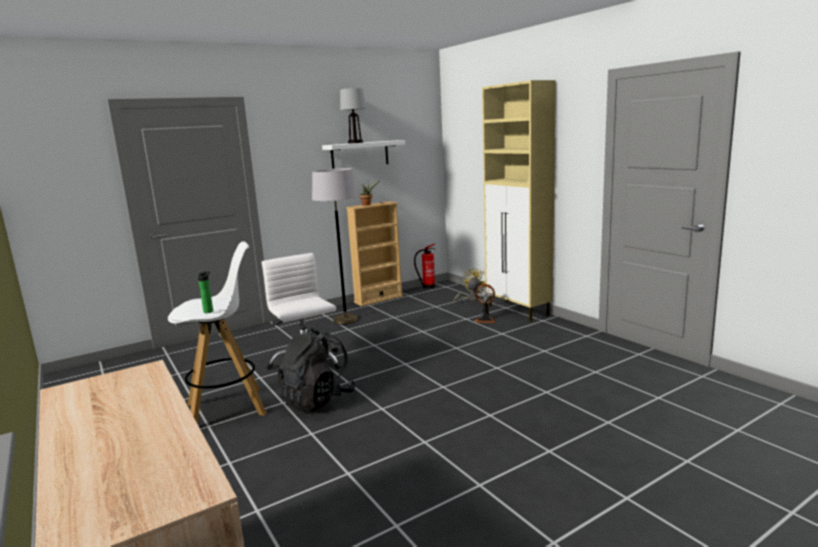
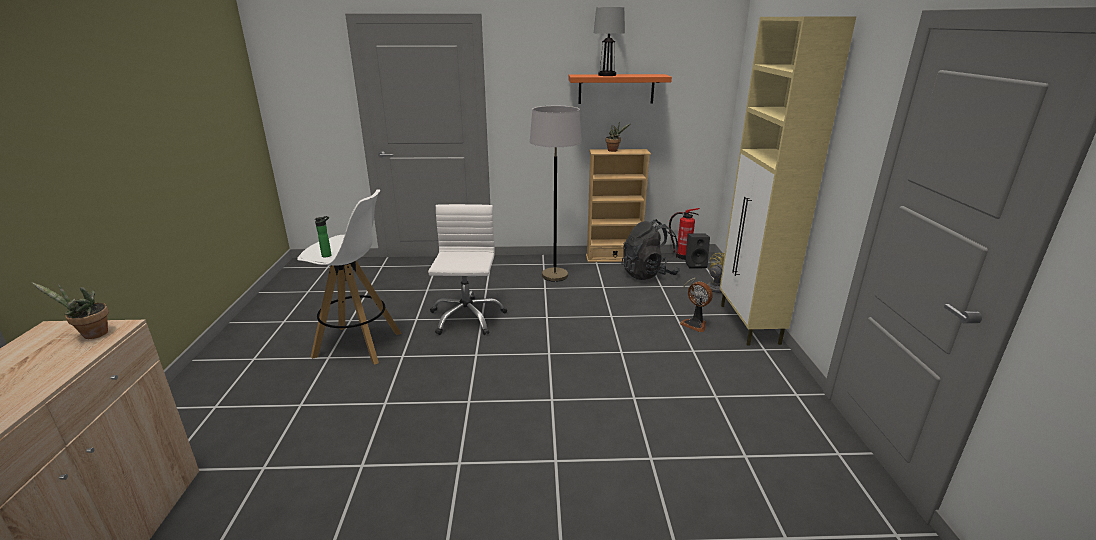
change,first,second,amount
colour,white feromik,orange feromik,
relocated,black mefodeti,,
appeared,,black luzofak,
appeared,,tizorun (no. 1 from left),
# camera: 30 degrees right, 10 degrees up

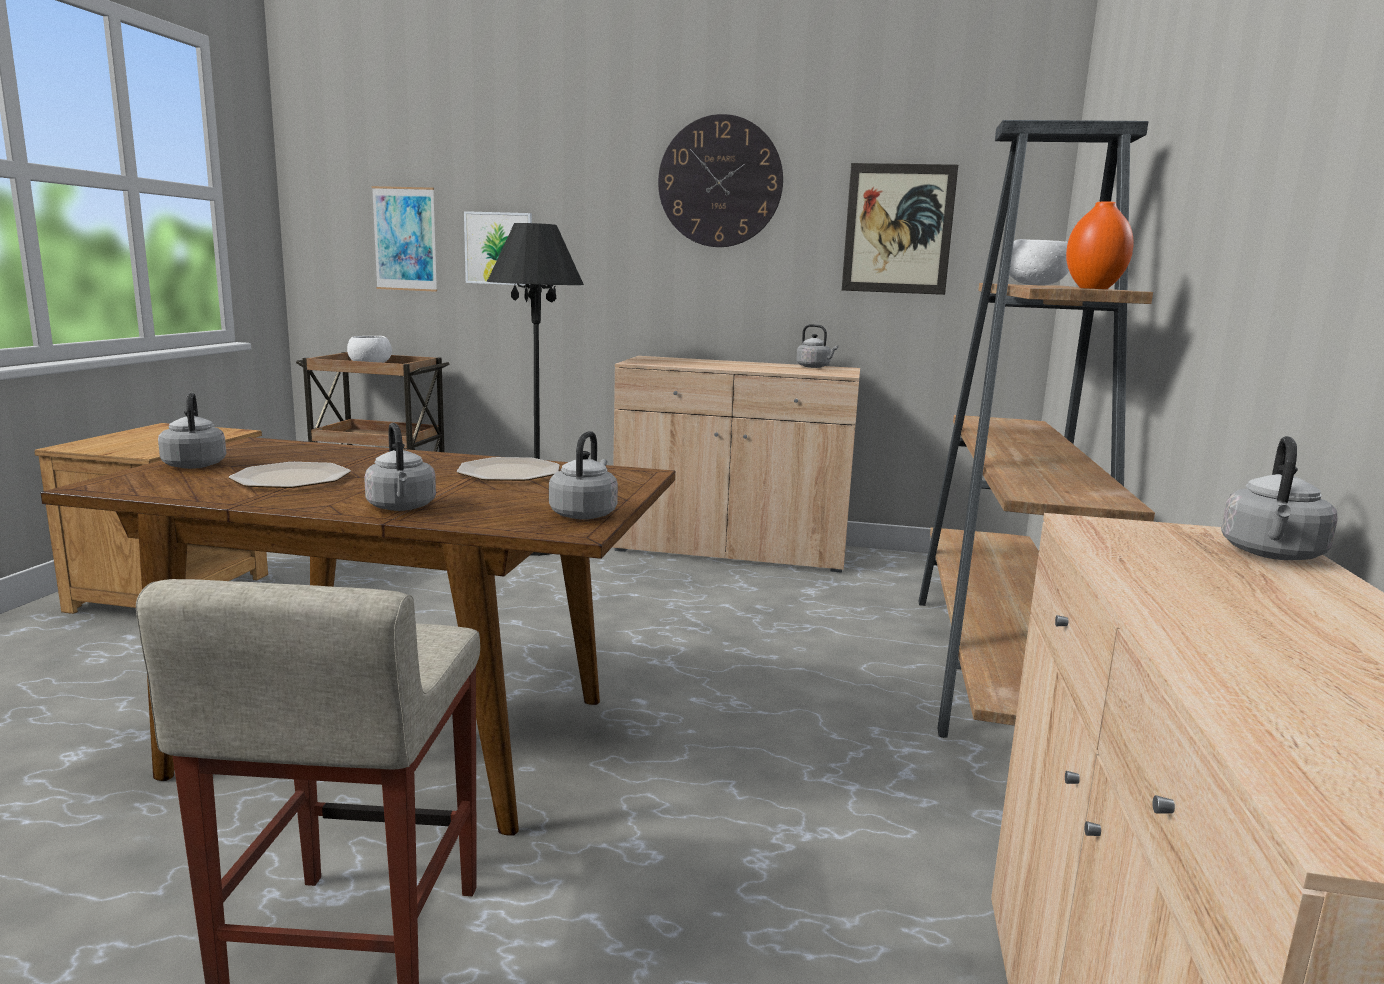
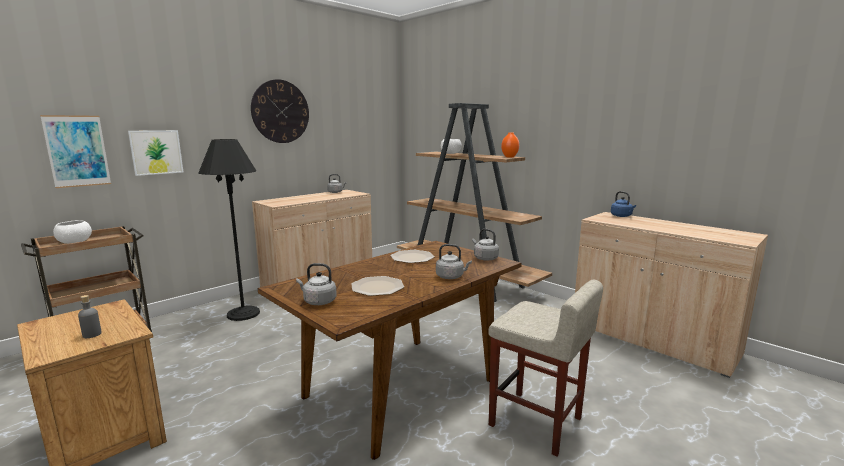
change,first,second,amount
missing,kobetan (no. 3 from left),,
colour,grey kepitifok (no. 5 from left),blue kepitifok,
appeared,,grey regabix,
# camera: 55 degrees left, 0 degrees up

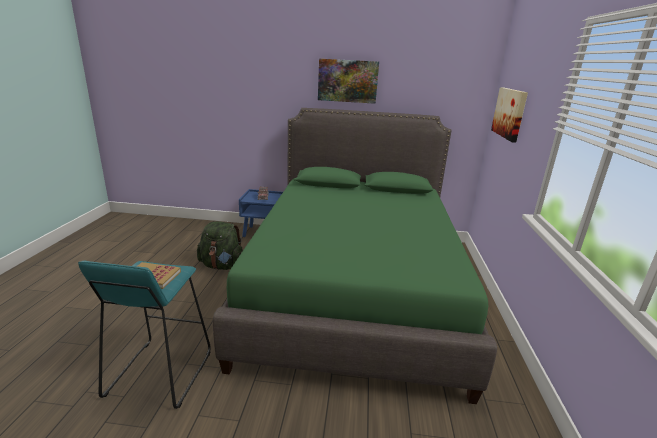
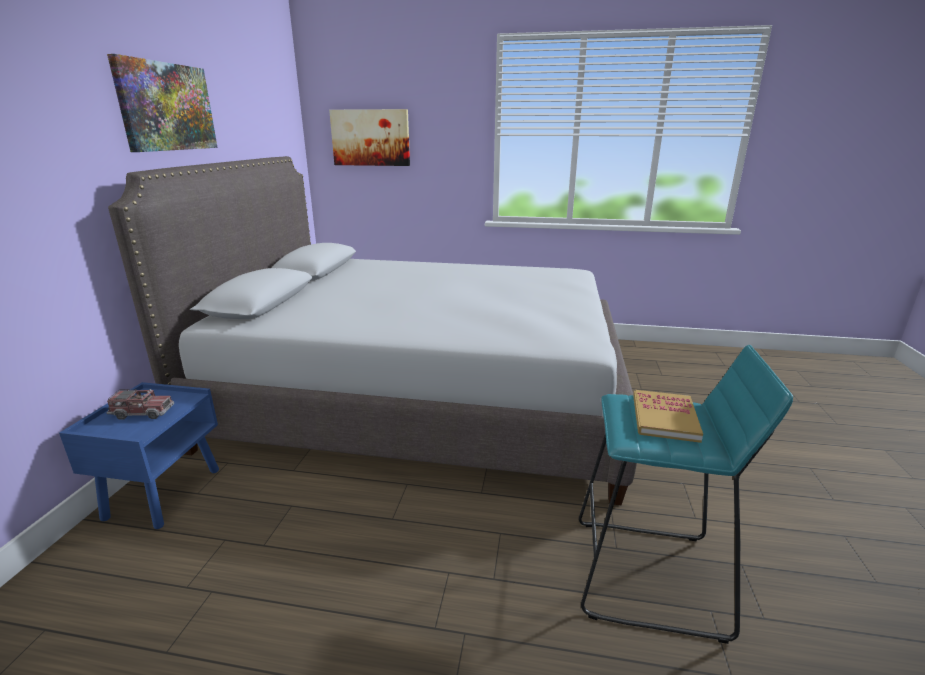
change,first,second,amount
colour,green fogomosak,grey fogomosak,
missing,green mefodeti,,
# camera: 85 degrees left, 0 degrees up

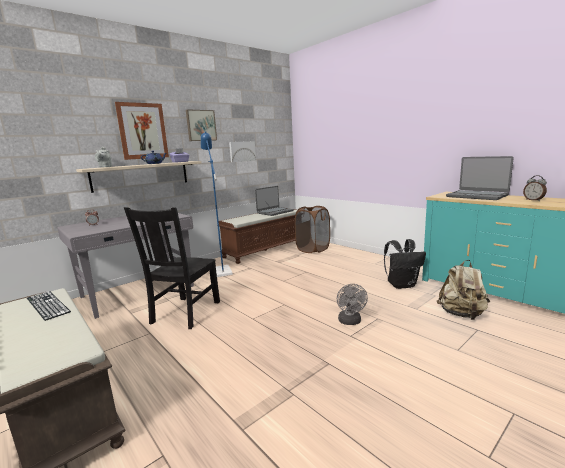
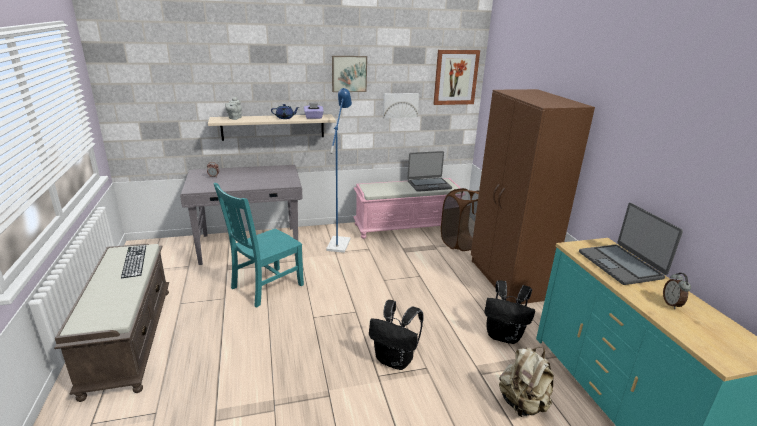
change,first,second,amount
relocated,kobetan (no. 1 from left in the first image),kobetan (no. 3 from left),
colour,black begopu,turquoise begopu,
colour,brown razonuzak (no. 2 from left),pink razonuzak,
exchanged,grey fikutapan,black mefodeti (no. 1 from left),
appeared,,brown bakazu,
# camera: 25 degrees right, 10 degrees up

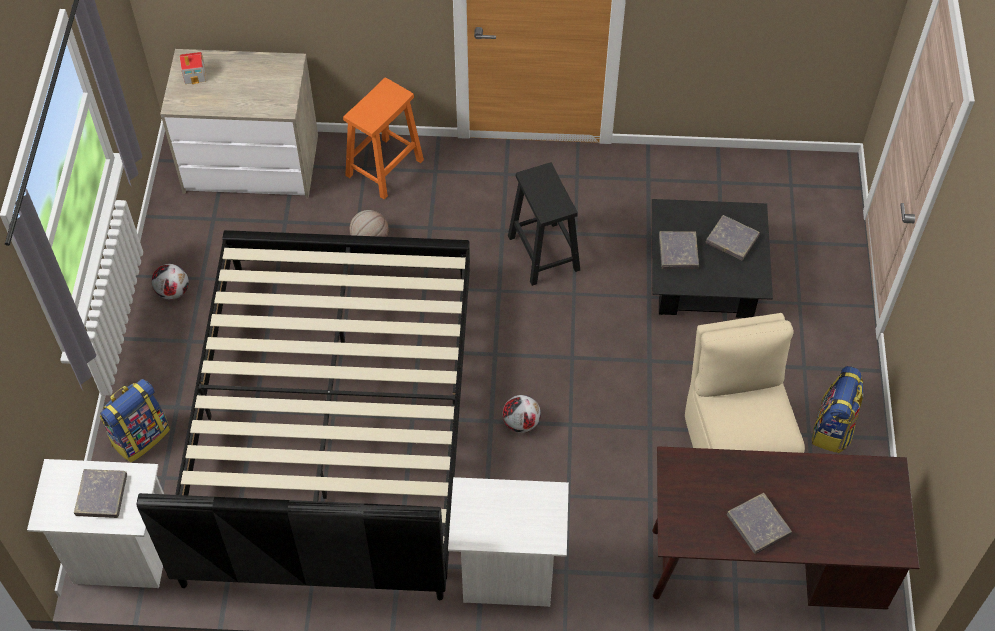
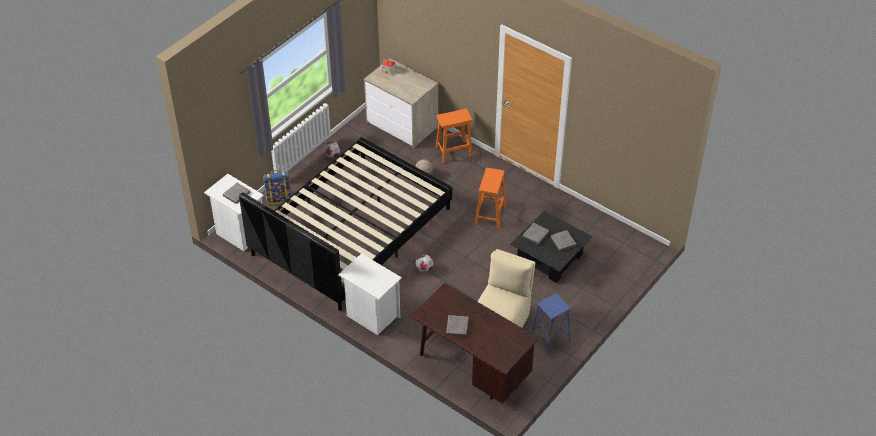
change,first,second,amount
colour,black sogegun,orange sogegun (no. 2 from left),
exchanged,mefodeti (no. 2 from left),blue sogegun,
# camera: 35 degrees right, 10 degrees down

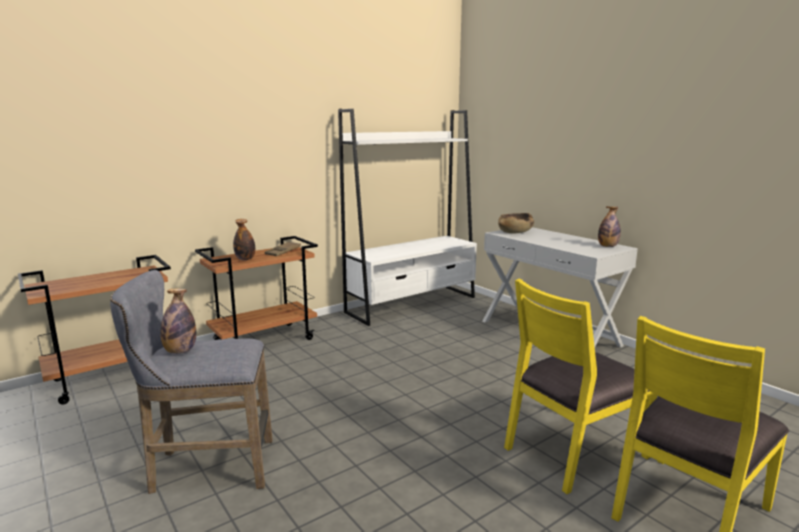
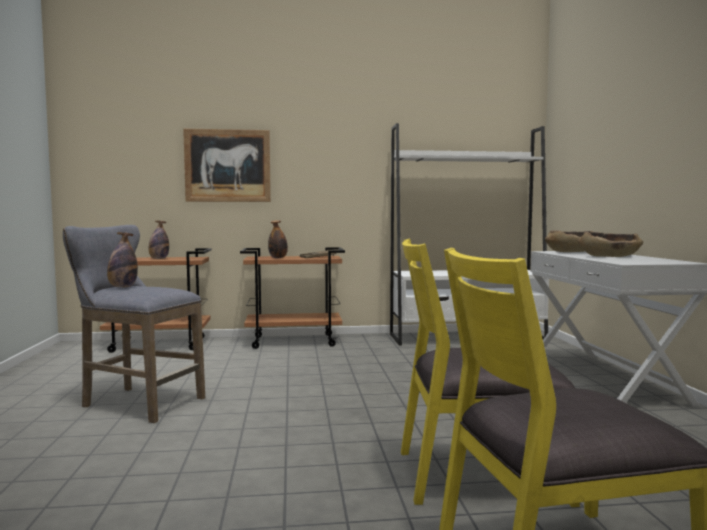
change,first,second,amount
relocated,regabix (no. 3 from left in the first image),regabix (no. 2 from left),
appeared,,kobetan,
appeared,,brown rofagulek (no. 2 from left),
# camera: 30 degrees right, 10 degrees down

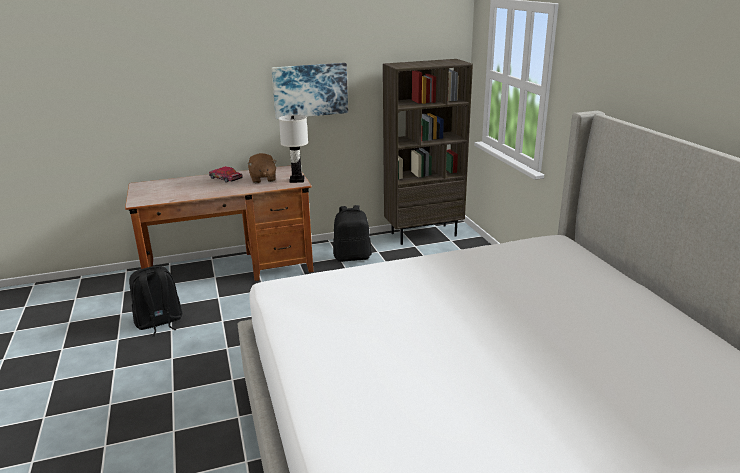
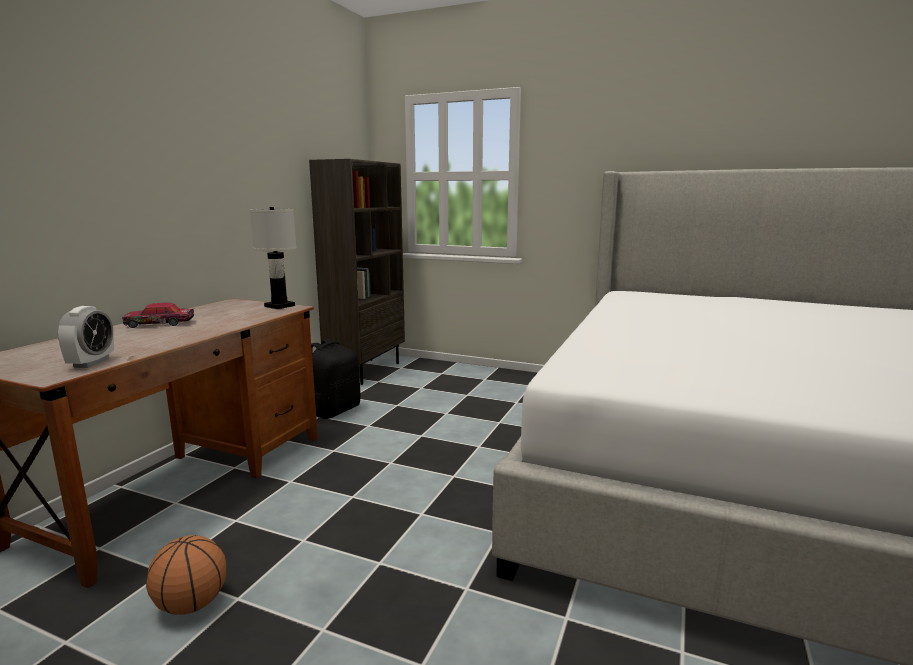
change,first,second,amount
missing,kobetan,,
missing,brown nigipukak,,
exchanged,black mefodeti (no. 1 from left),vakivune,
appeared,,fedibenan,
# camera: 50 degrees left, 10 degrees down

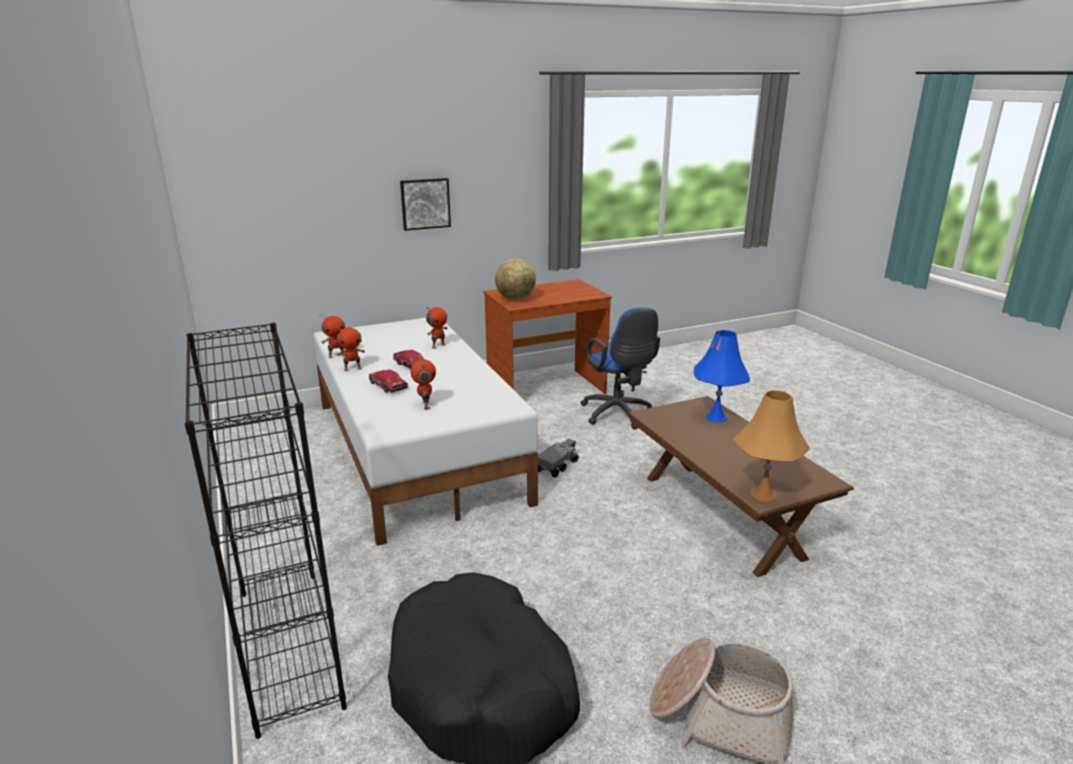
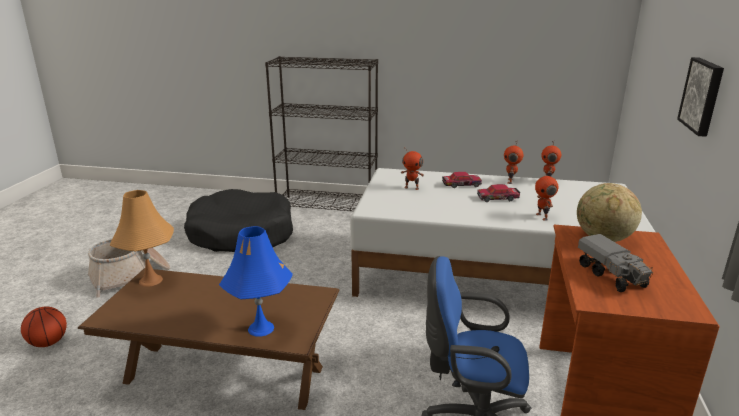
change,first,second,amount
relocated,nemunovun,,
appeared,,vakivune,
# camera: 125 degrees right, 0 degrees up

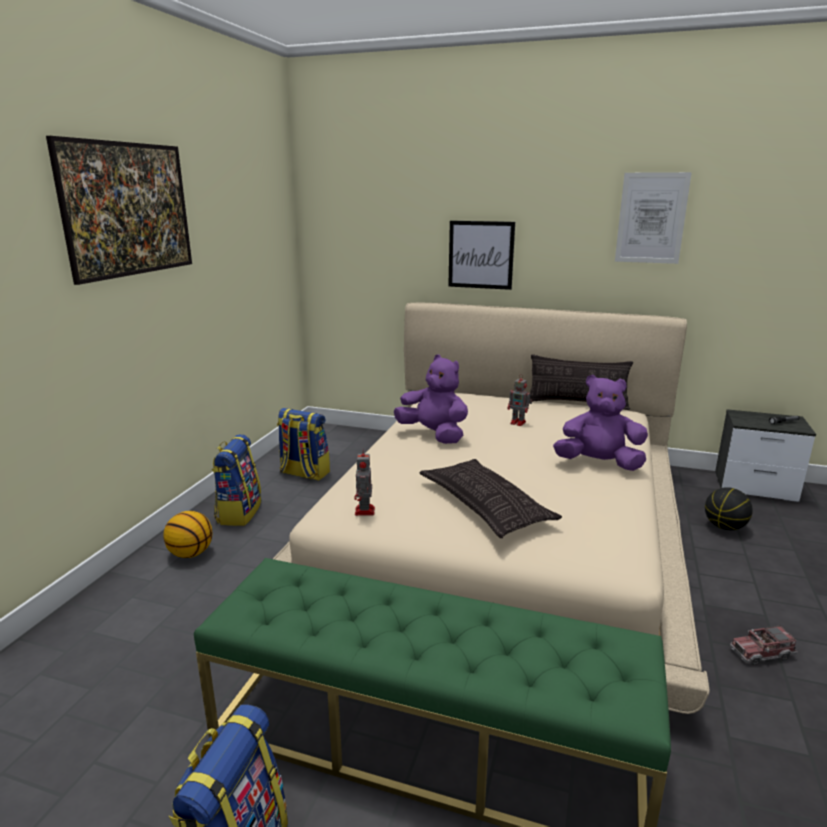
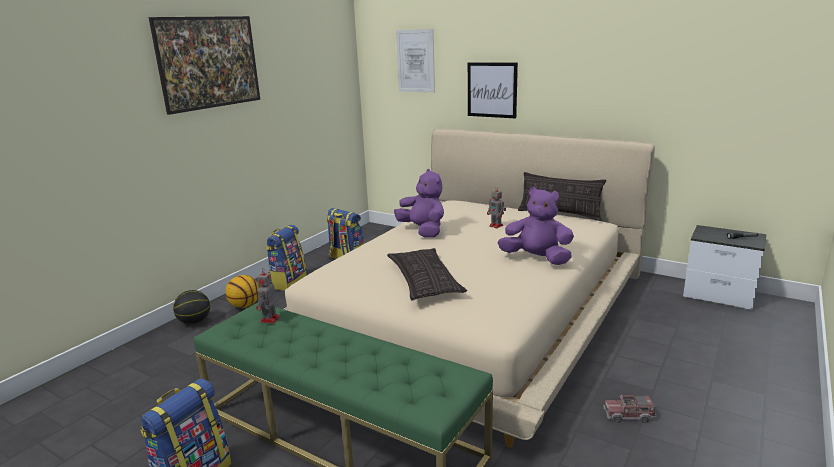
change,first,second,amount
relocated,kobetan (no. 3 from left in the first image),kobetan (no. 2 from left),
relocated,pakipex (no. 1 from left),,
relocated,vakivune (no. 2 from left in the first image),vakivune (no. 1 from left),
# camera: 15 degrees right, 0 degrees up

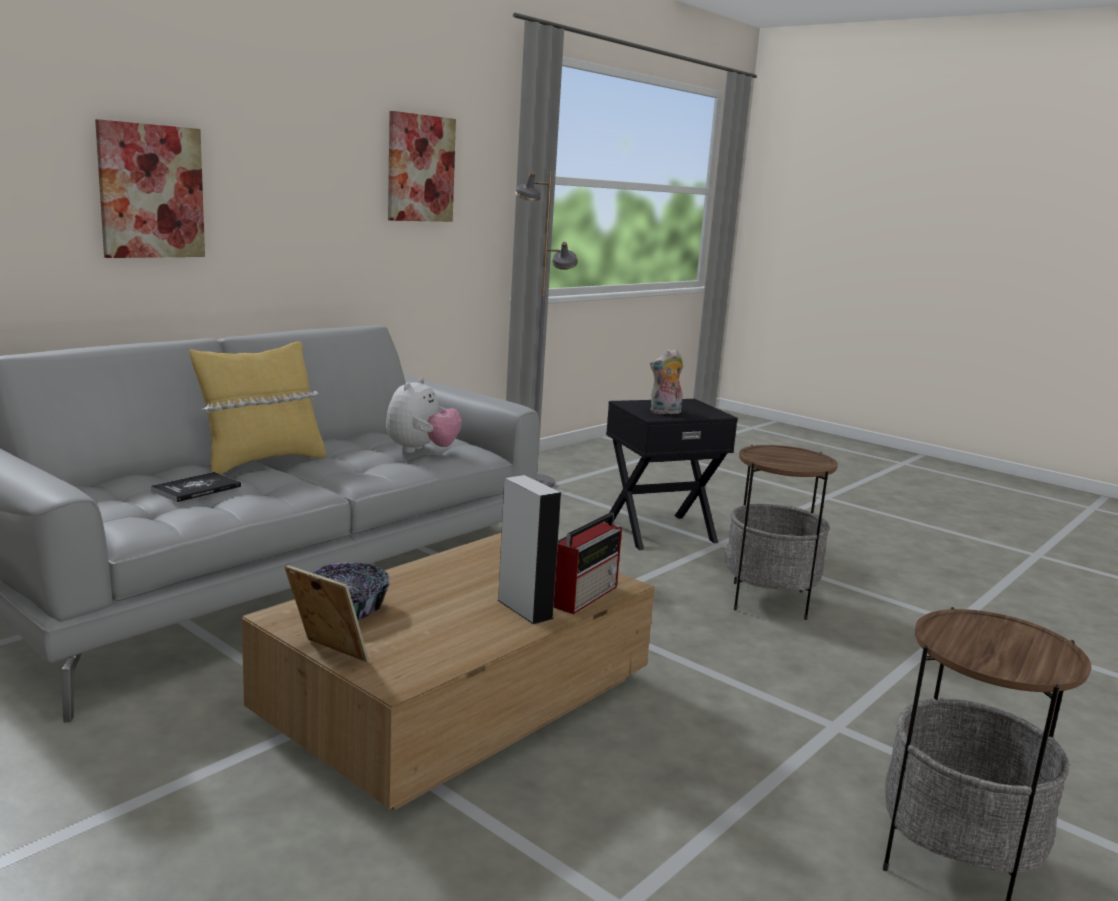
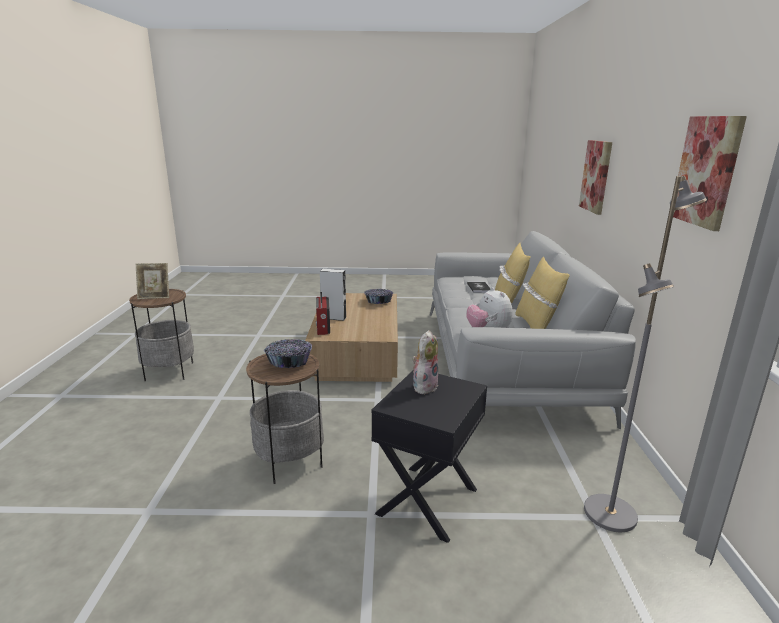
change,first,second,amount
relocated,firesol,,
appeared,,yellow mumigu (no. 2 from left),
appeared,,rofagulek (no. 1 from left),
# camera: 140 degrees right, 5 degrees up

